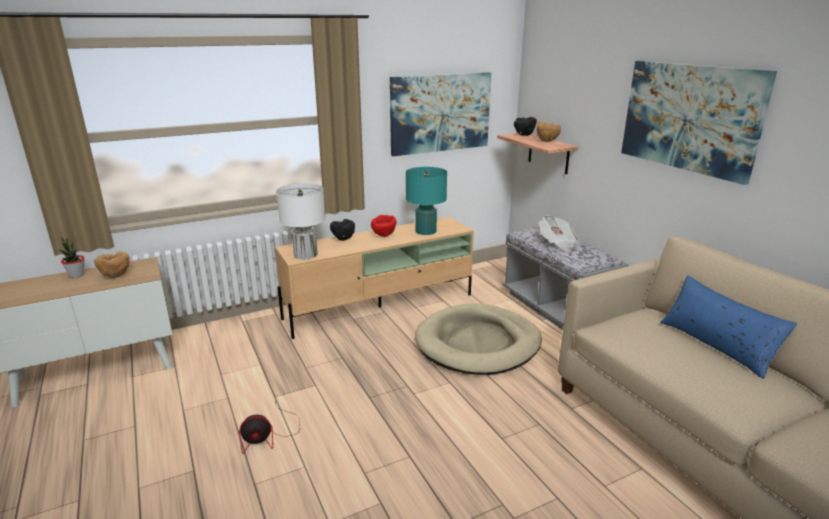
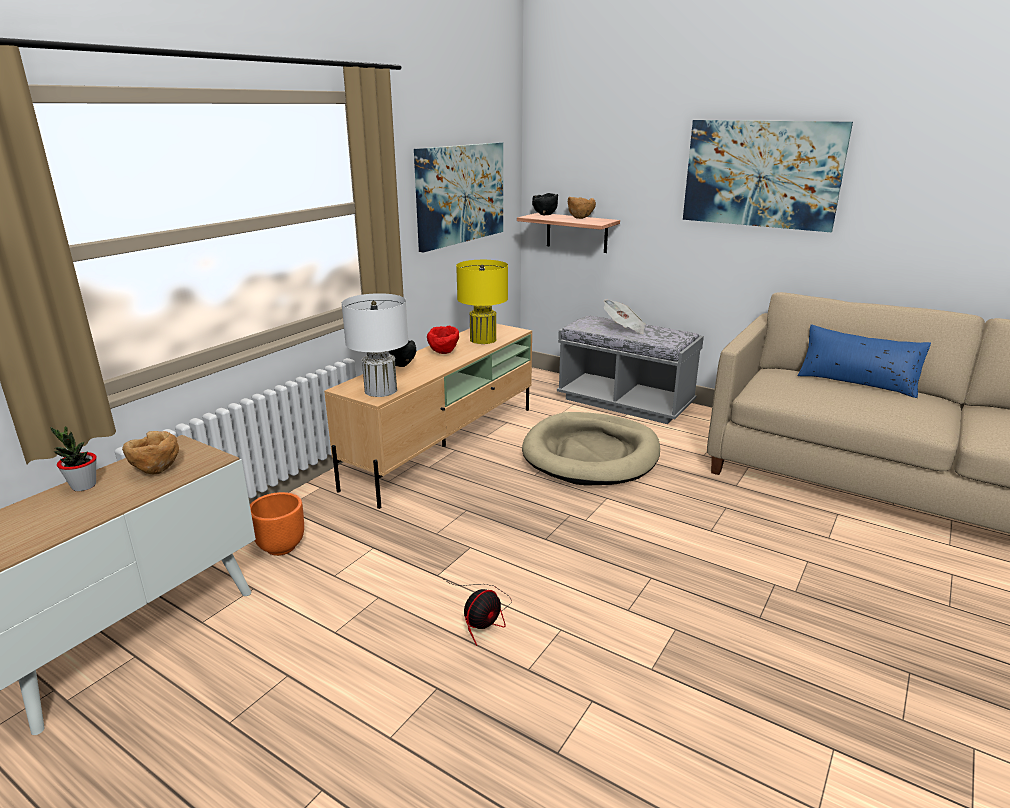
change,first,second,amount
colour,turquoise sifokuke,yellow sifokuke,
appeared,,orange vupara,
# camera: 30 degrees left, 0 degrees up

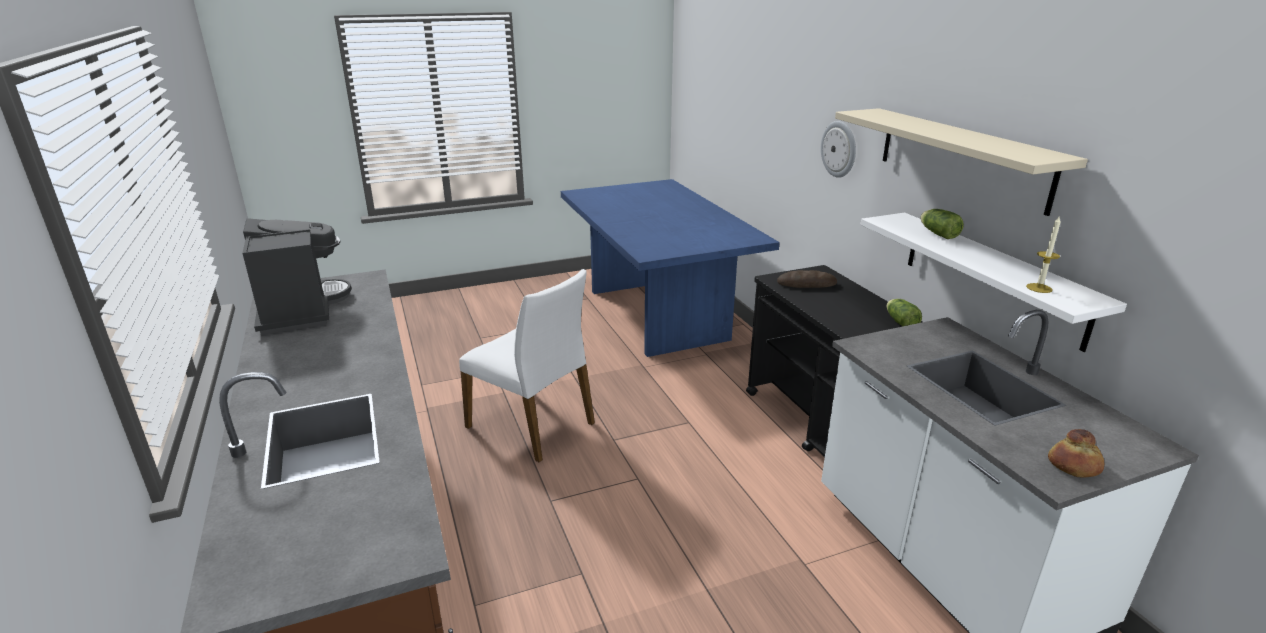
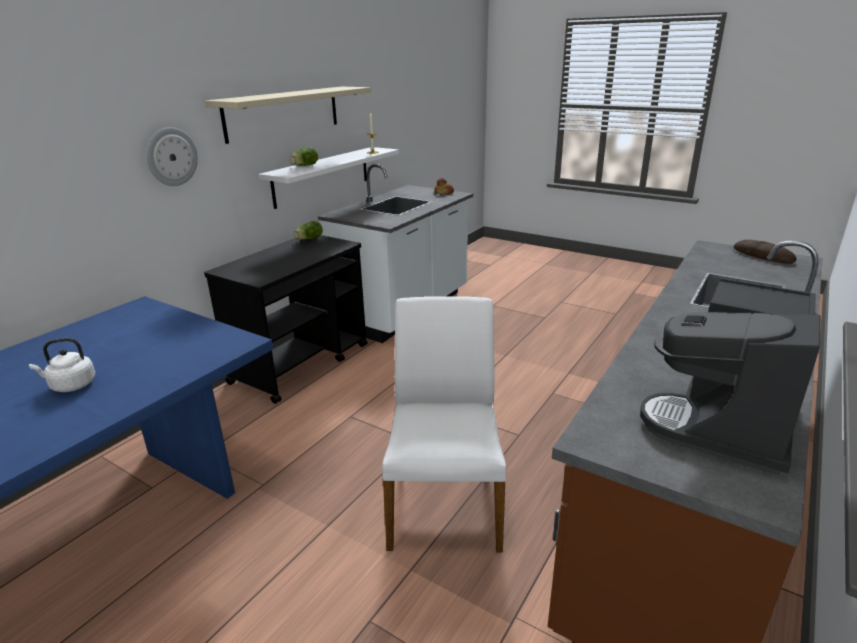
change,first,second,amount
relocated,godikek (no. 1 from left in the first image),godikek (no. 2 from left),
appeared,,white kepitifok,
# camera: 125 degrees left, 0 degrees up

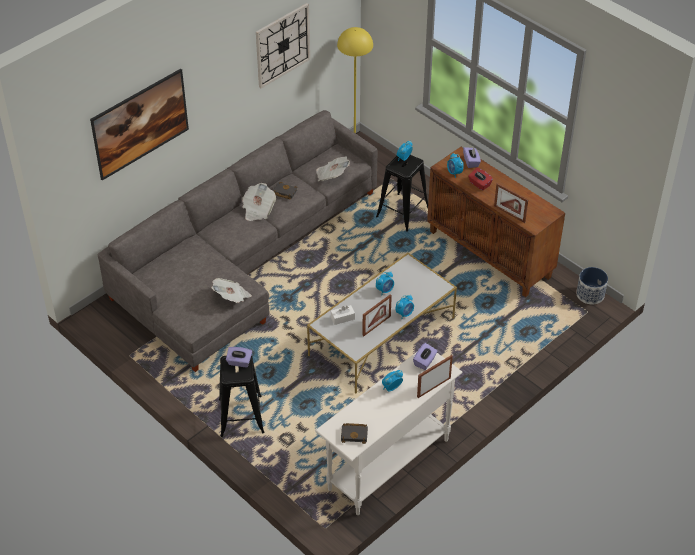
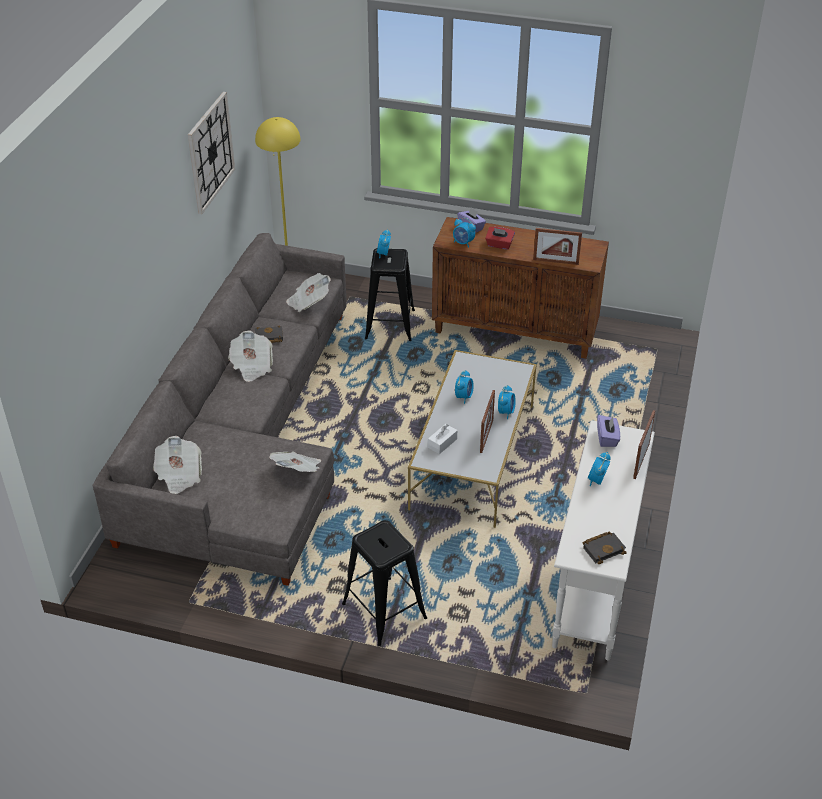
change,first,second,amount
missing,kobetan,,
missing,vupara,,
missing,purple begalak (no. 1 from left),,
appeared,,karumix (no. 1 from left),
# camera: 30 degrees left, 5 degrees down

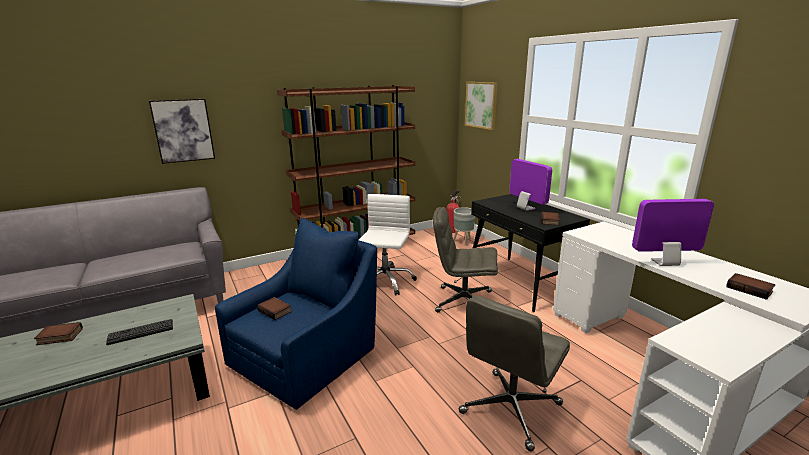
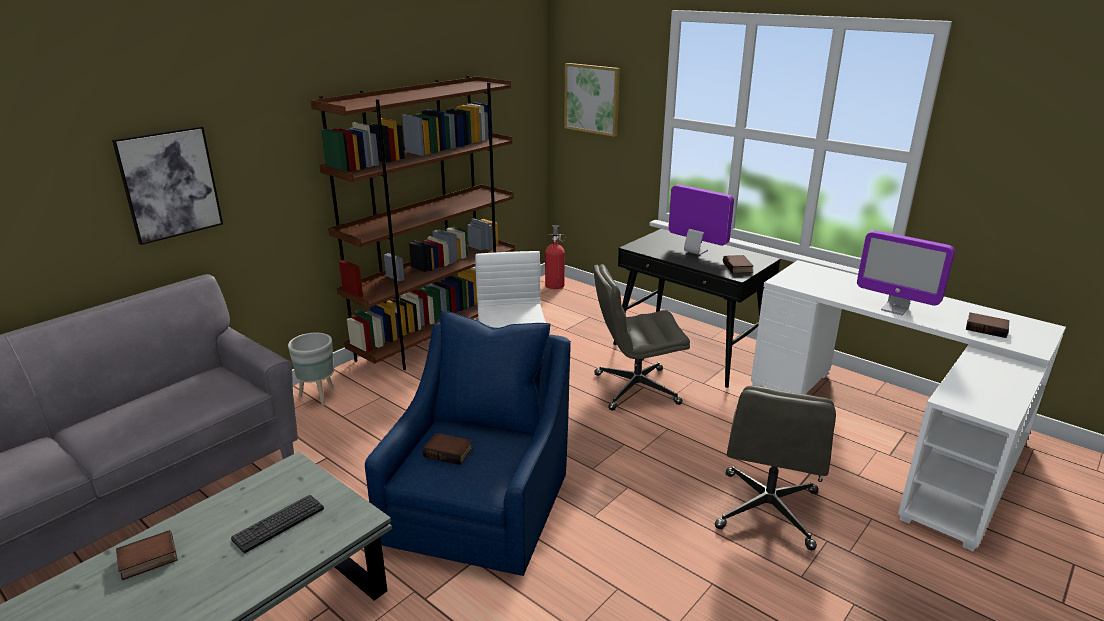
change,first,second,amount
spun,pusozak (no. 2 from left),,120 degrees counterclockwise
relocated,grey vupara,,
# camera: 20 degrees left, 5 degrees up

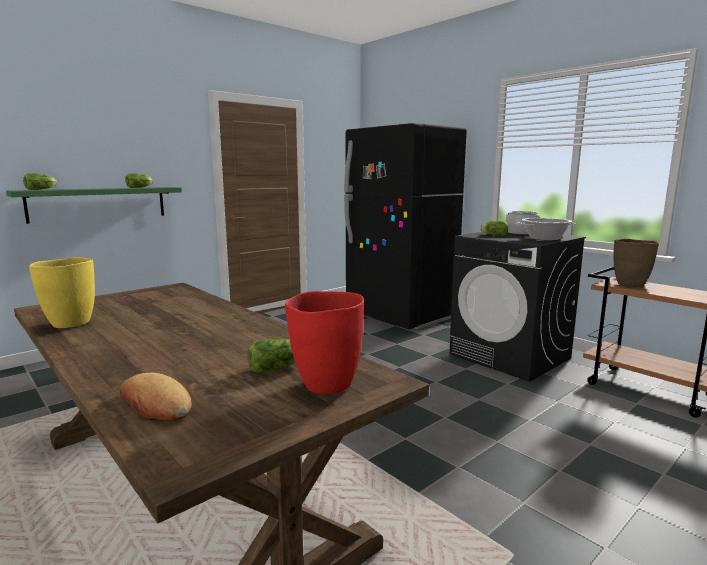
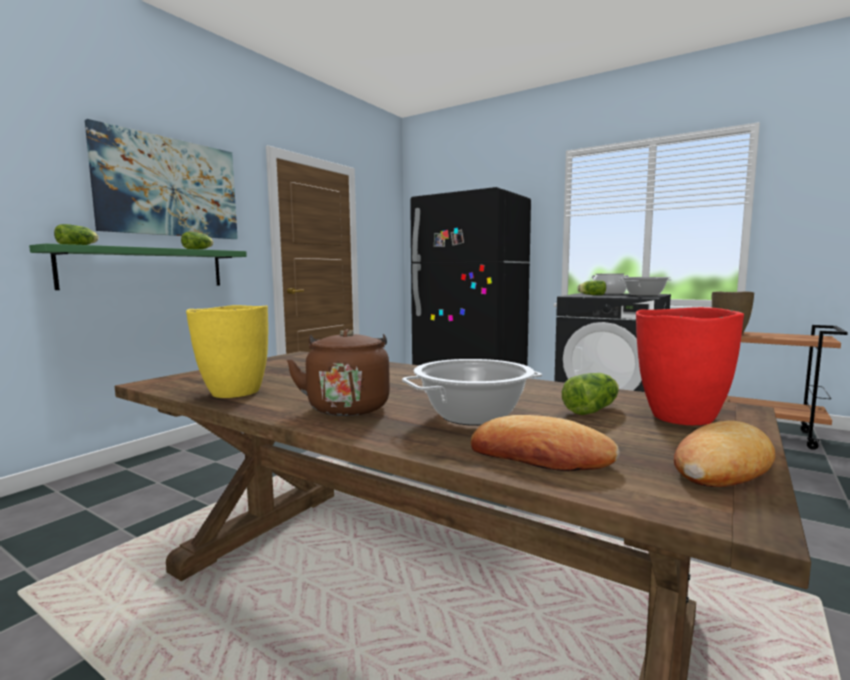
change,first,second,amount
appeared,,kobetan,
appeared,,brown kepitifok,
appeared,,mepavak (no. 1 from left),
appeared,,godikek (no. 2 from left),
# camera: 15 degrees left, 5 degrees down

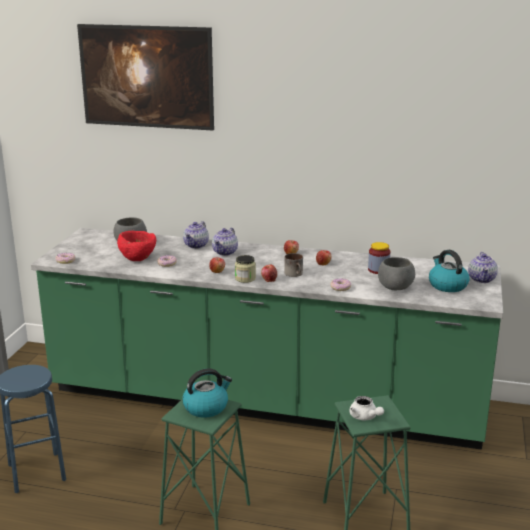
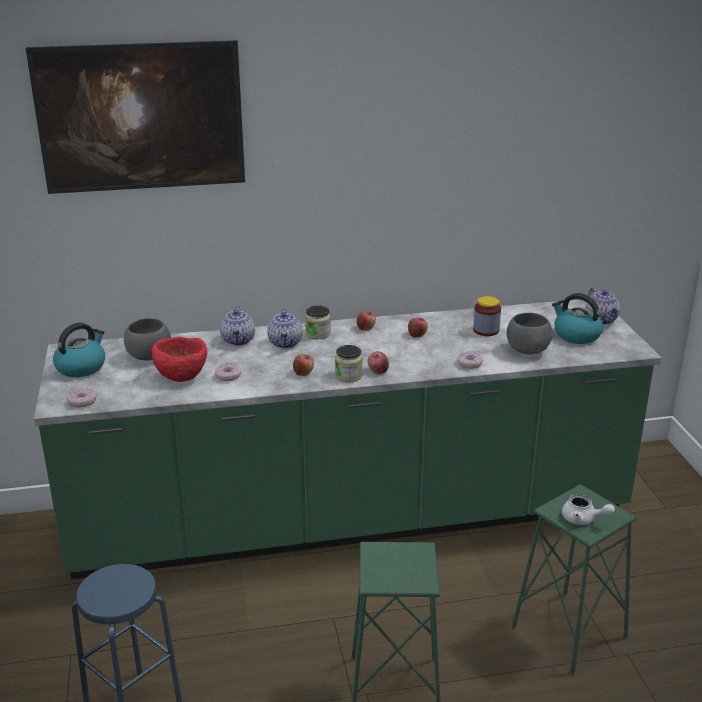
change,first,second,amount
missing,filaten,,
relocated,kepitifok (no. 1 from left),,
appeared,,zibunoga (no. 1 from left),
# camera: 25 degrees left, 5 degrees up

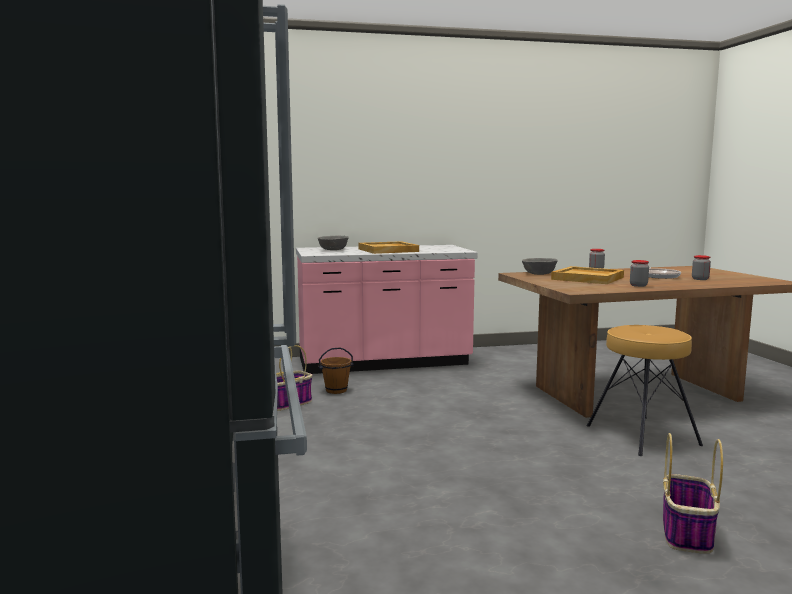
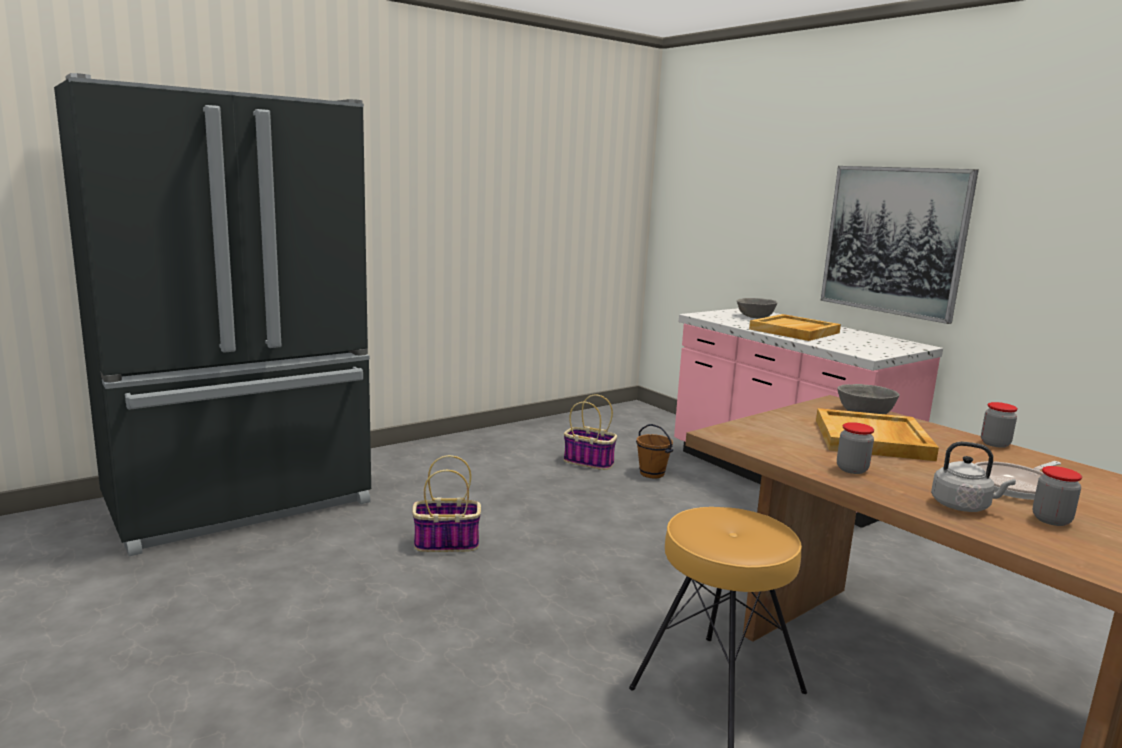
change,first,second,amount
relocated,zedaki (no. 2 from left in the first image),zedaki (no. 1 from left),
appeared,,kobetan,
appeared,,grey kepitifok,
# camera: 65 degrees right, 5 degrees up

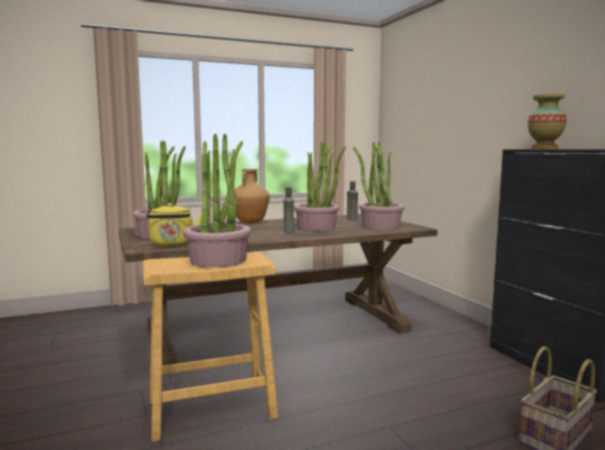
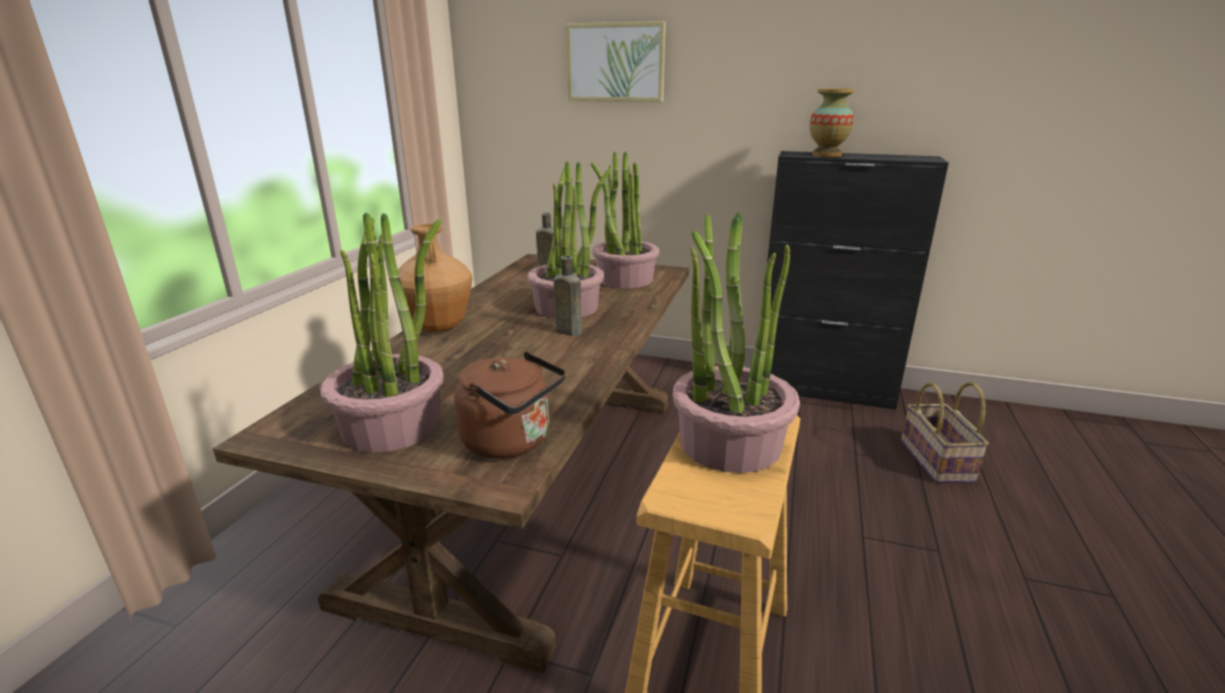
change,first,second,amount
colour,yellow kepitifok,brown kepitifok,
appeared,,kobetan,
# camera: 50 degrees left, 15 degrees up

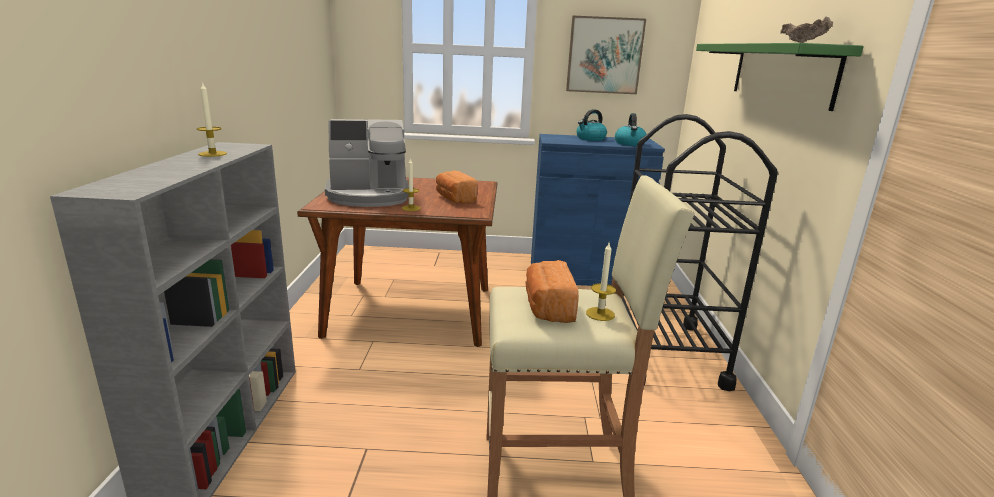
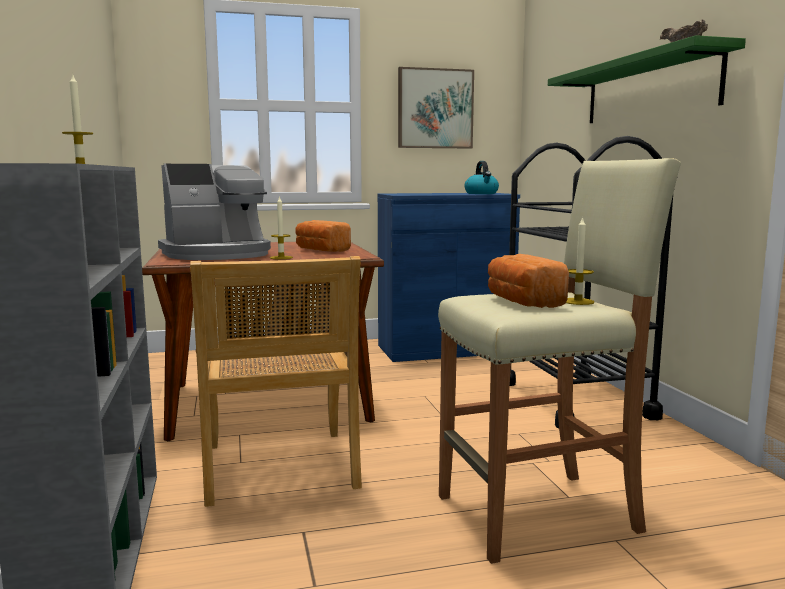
change,first,second,amount
missing,kepitifok (no. 1 from left),,
appeared,,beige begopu,
# camera: 15 degrees left, 10 degrees down

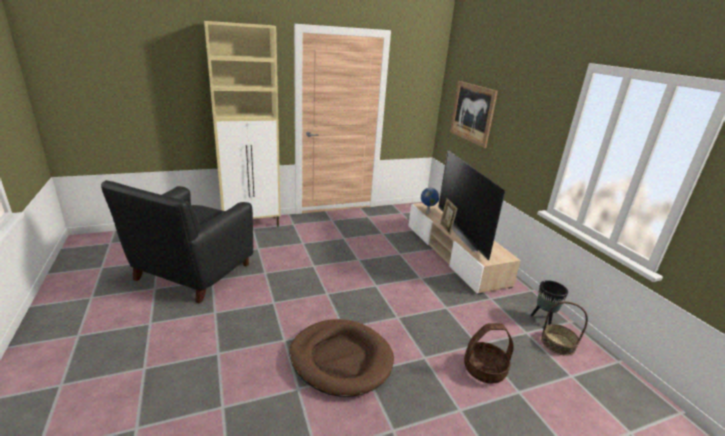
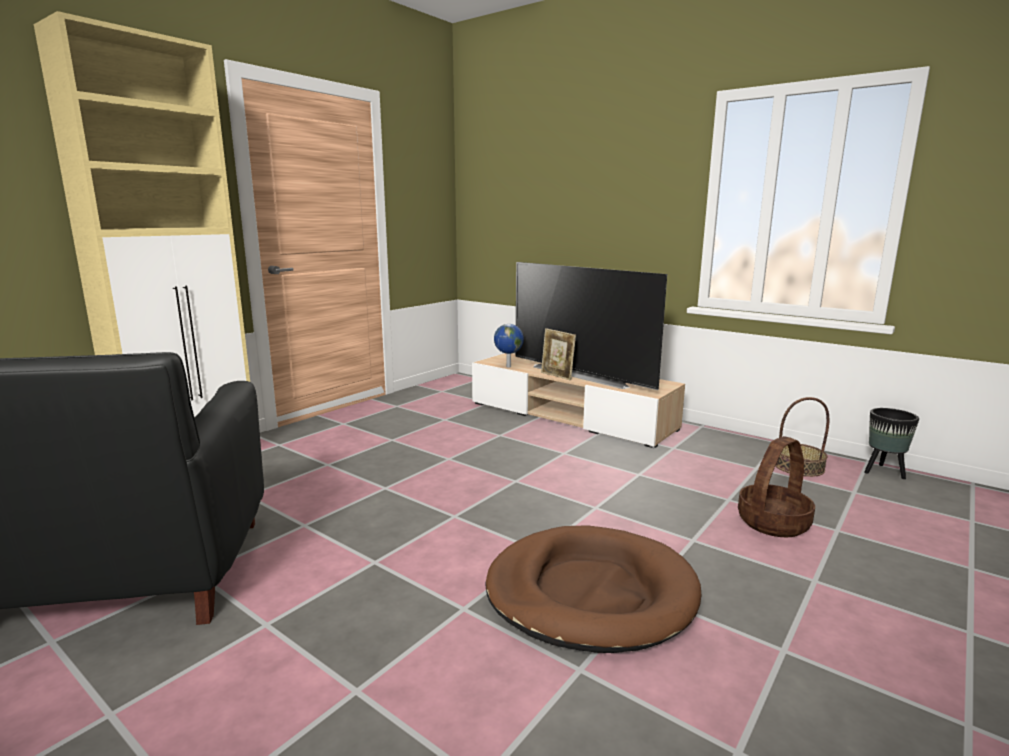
change,first,second,amount
missing,kobetan,,
relocated,black vupara,,
# camera: 30 degrees left, 10 degrees down

